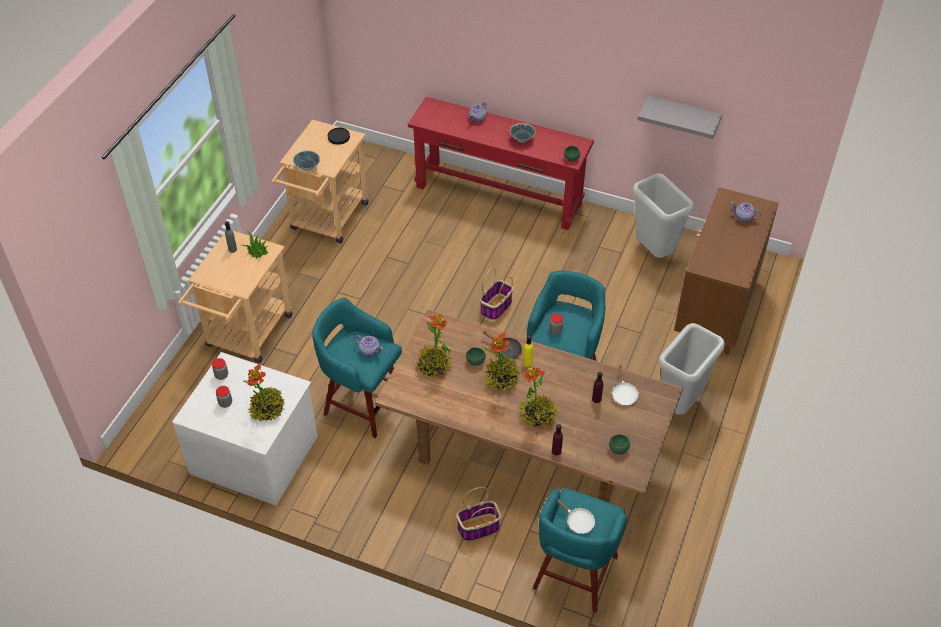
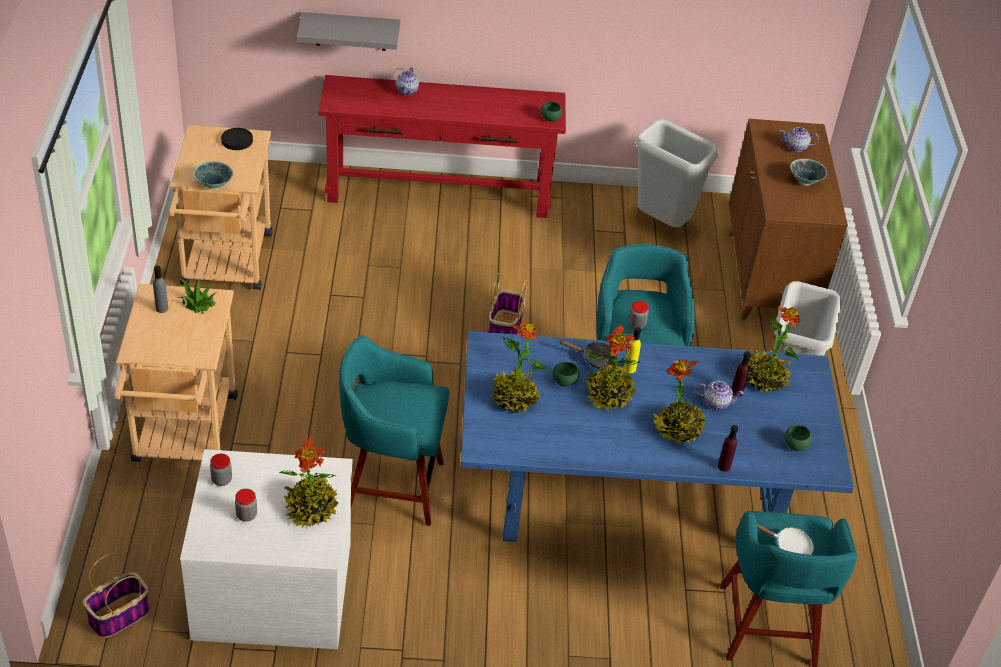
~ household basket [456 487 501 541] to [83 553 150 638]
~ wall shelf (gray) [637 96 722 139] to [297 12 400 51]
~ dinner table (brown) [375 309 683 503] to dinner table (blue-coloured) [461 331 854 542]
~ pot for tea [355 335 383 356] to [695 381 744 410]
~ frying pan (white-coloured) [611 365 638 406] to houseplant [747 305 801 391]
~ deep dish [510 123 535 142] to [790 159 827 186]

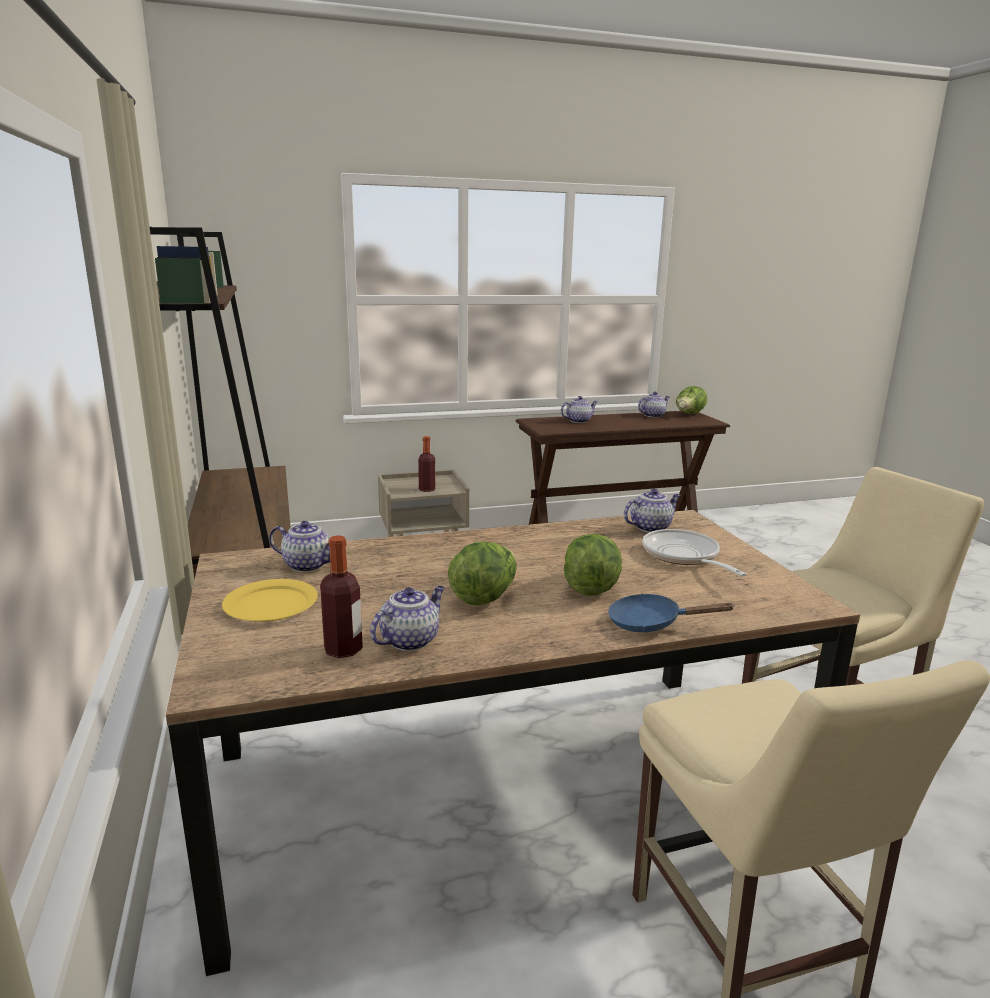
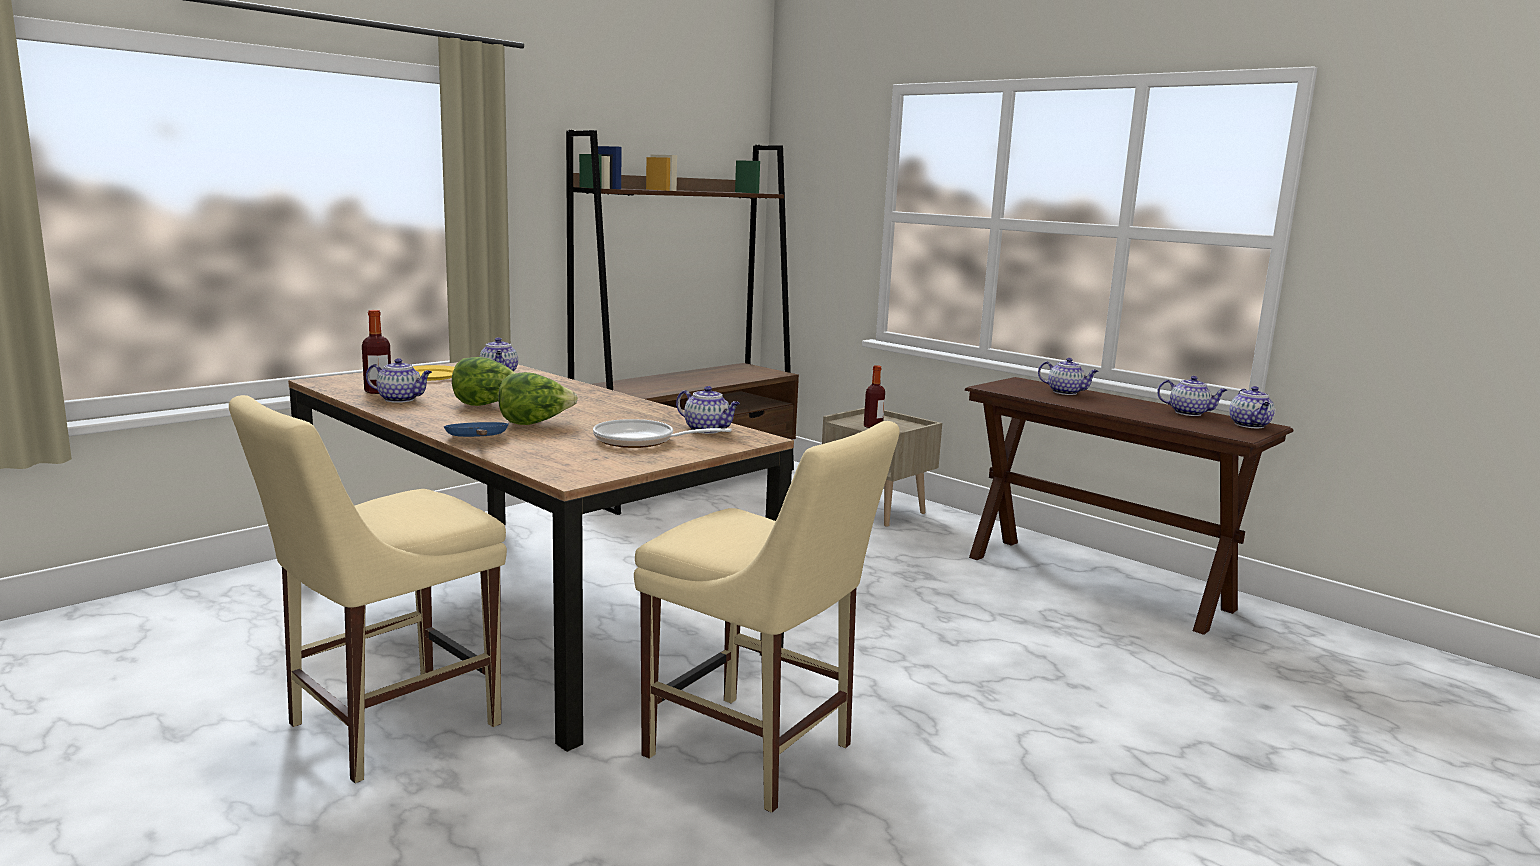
~ frying pan [642 529 747 577] = [593 419 732 448] 120 degrees counterclockwise
~ head of lettuce [676 386 707 414] to pot for tea [1229 386 1275 428]

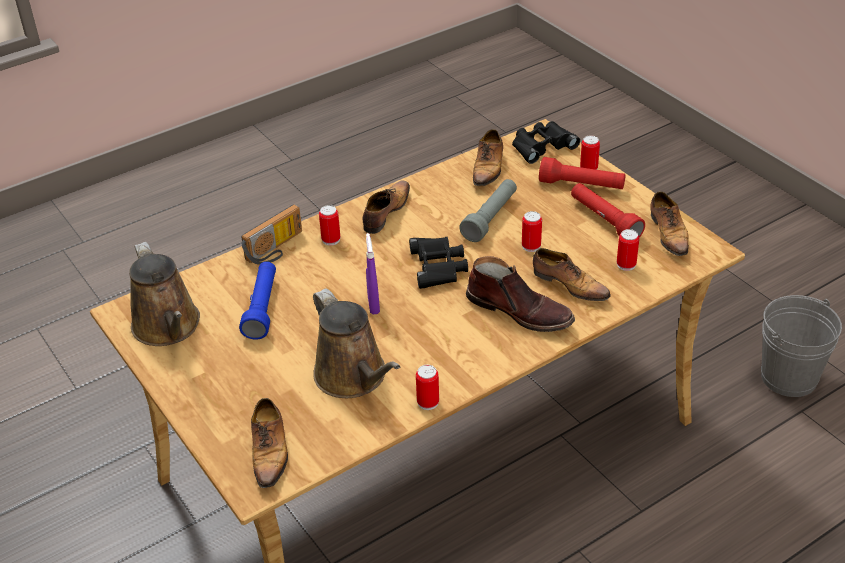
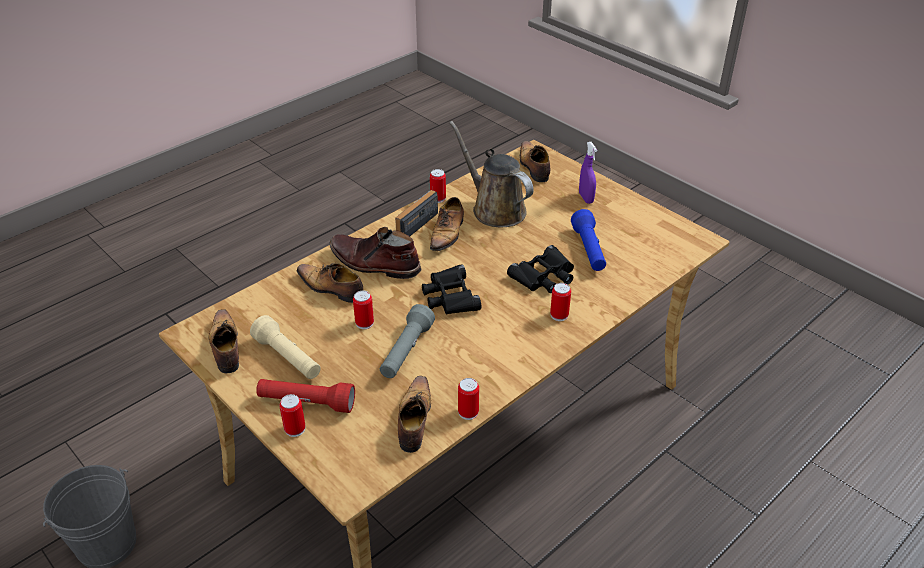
~ hand torch (reddish) [571 183 645 237] to hand torch (sand-coloured) [250 315 321 379]
~ radio receiver [241 204 302 265] to [395 190 438 236]
~ low shoe [363 181 410 234] to [430 197 464 251]
~ can [617 229 639 271] to [458 378 479 420]
~ binoculars (blackish) [512 121 580 164] to [507 245 574 293]
~ hand sprayer (purple) [366 233 380 314] to [579 142 597 204]
- watering can (brown) [129 242 200 346]

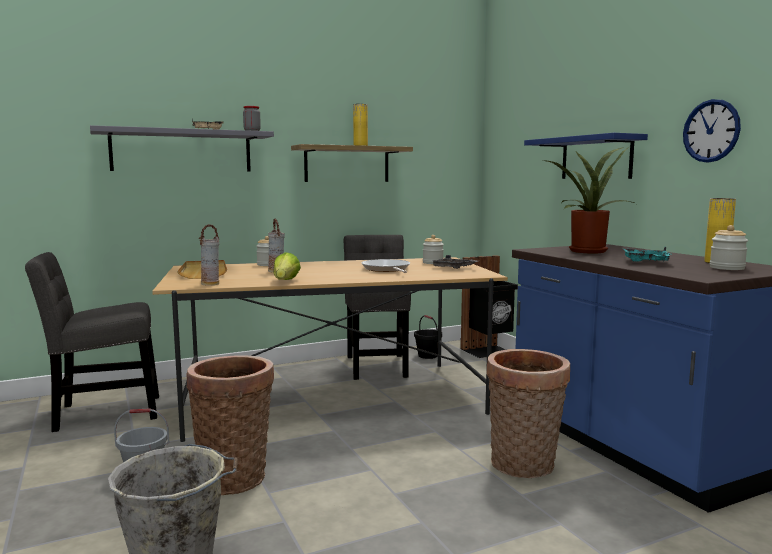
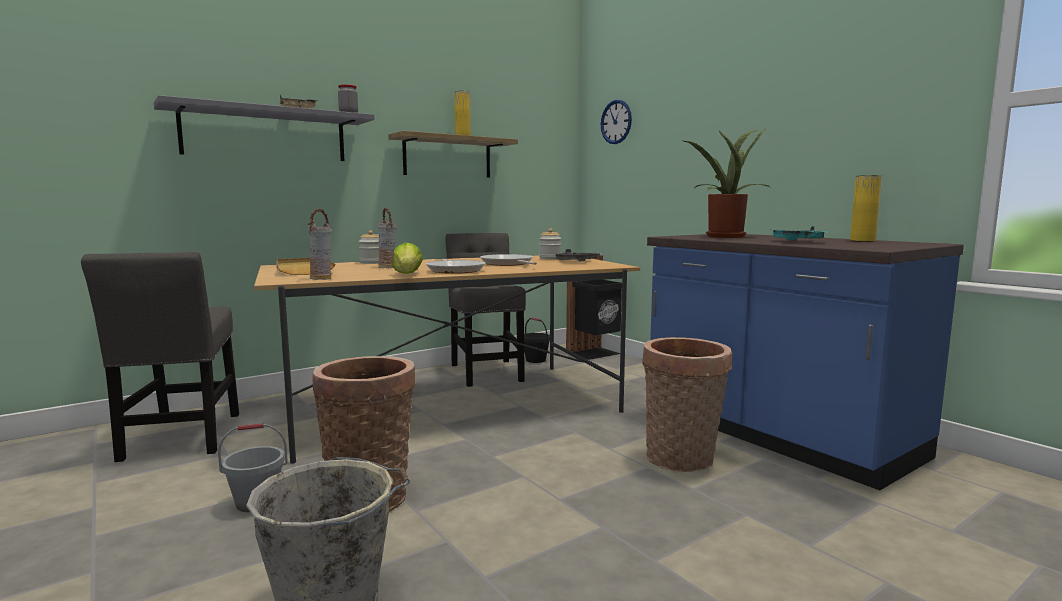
~ plain chair (gray) [25 252 159 432] = [81 252 239 462] 75 degrees counterclockwise
+ frying pan [426 259 485 274]
~ wall clock [683 99 741 163] to [601 100 632 144]
- wall shelf (blue-coloured) [524 133 648 179]
- jar [710 225 748 270]

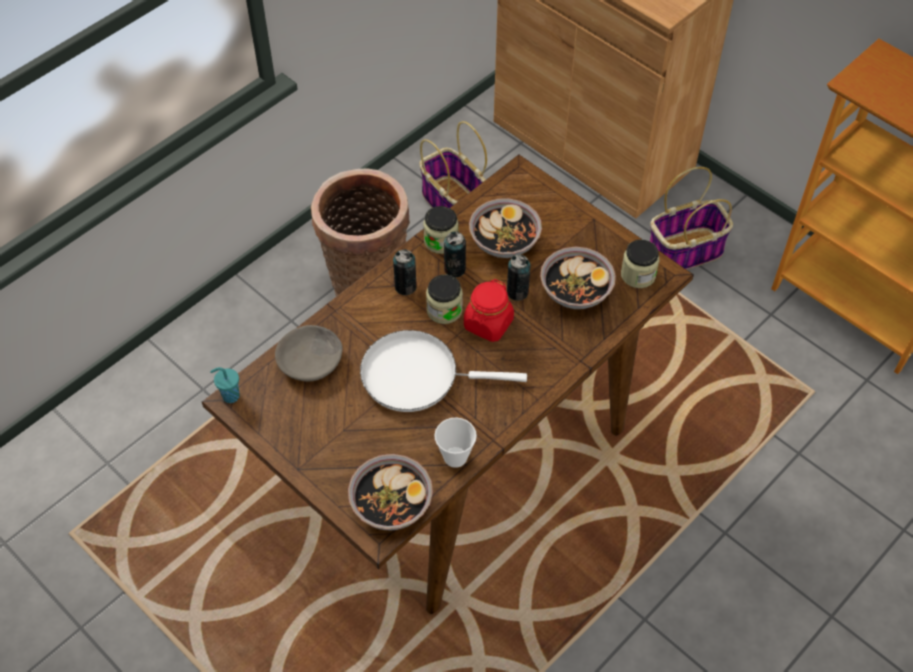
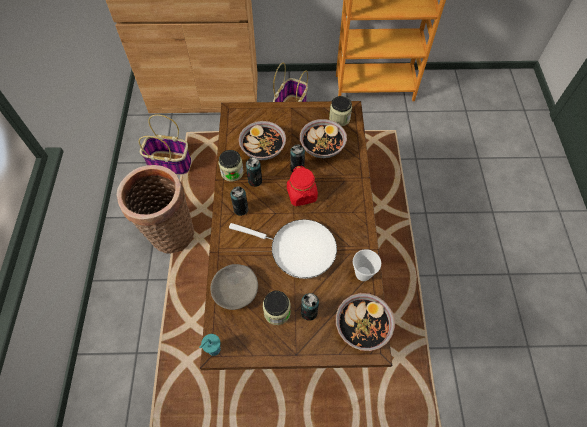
~ frying pan (white-coloured) [360 330 527 412] = [229 219 337 279] 120 degrees counterclockwise
~ jar [426 275 463 324] to [263 291 291 325]
+ can [301 293 319 321]

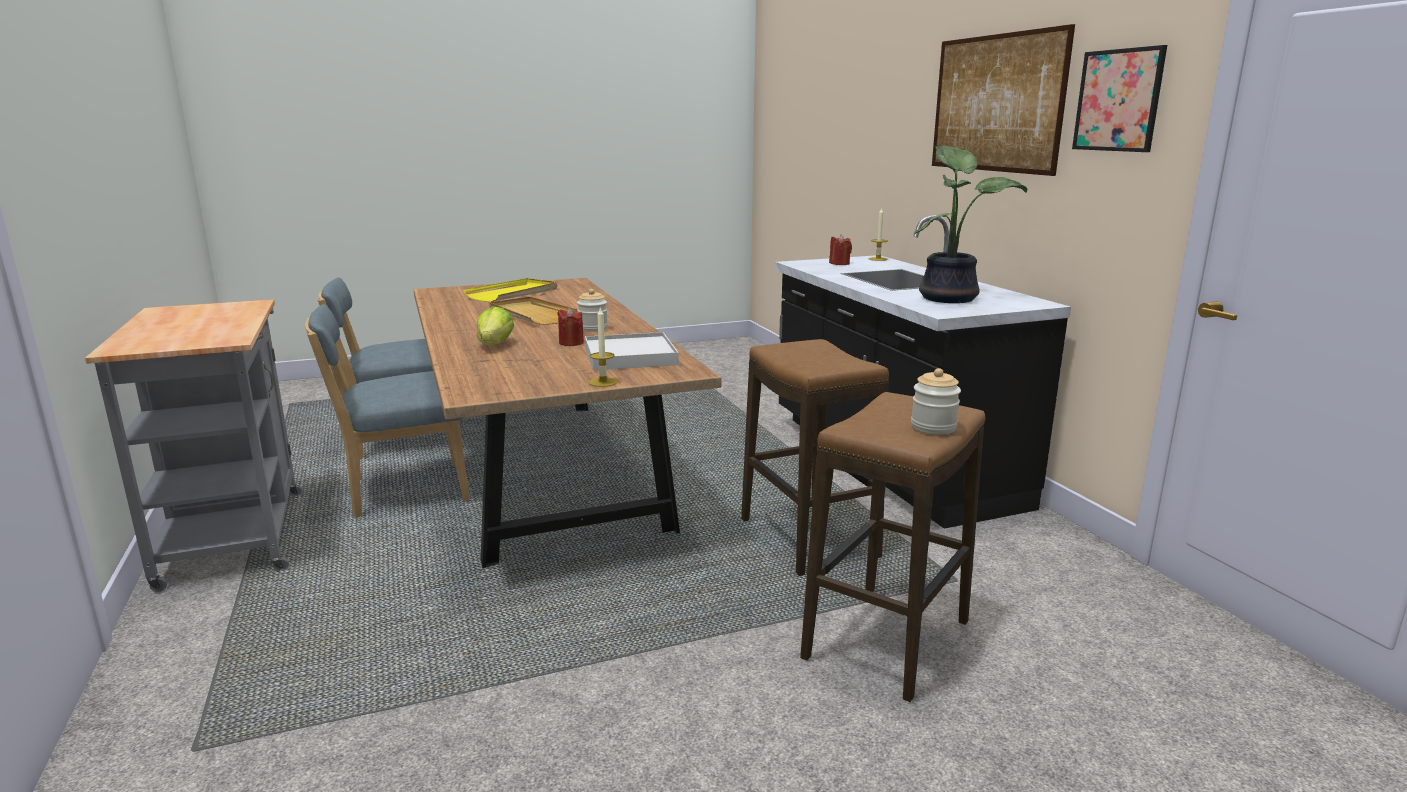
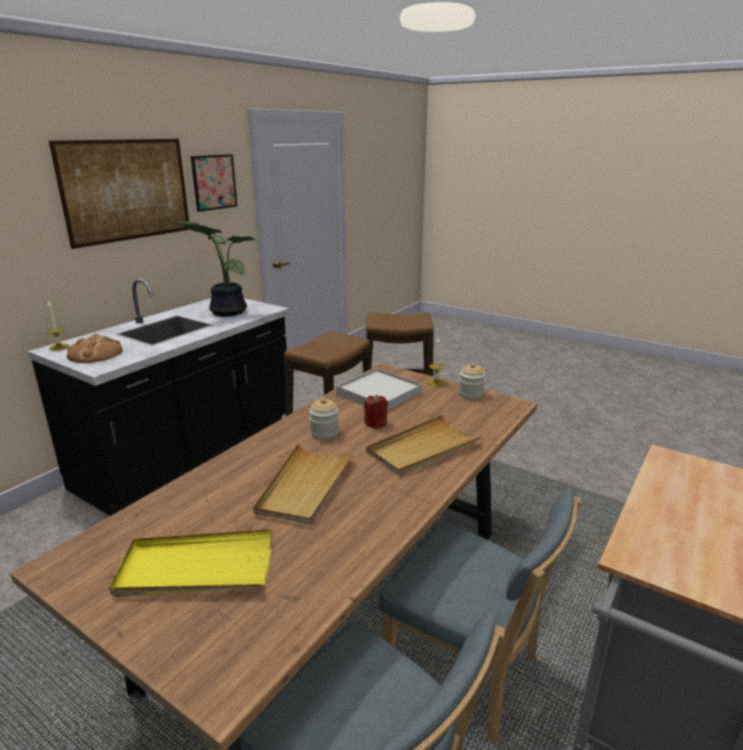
~ wax light (reddish) [829 234 852 265] to baked bread [67 334 122 363]
~ head of lettuce [477 306 514 345] to serving tray (sand-coloured) [366 415 482 476]
~ jar [911 368 961 434] to [459 363 485 399]

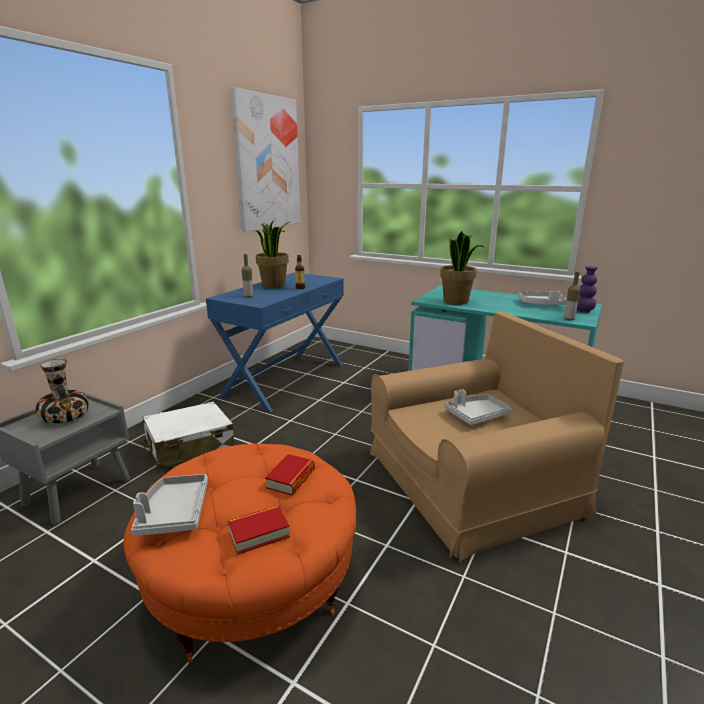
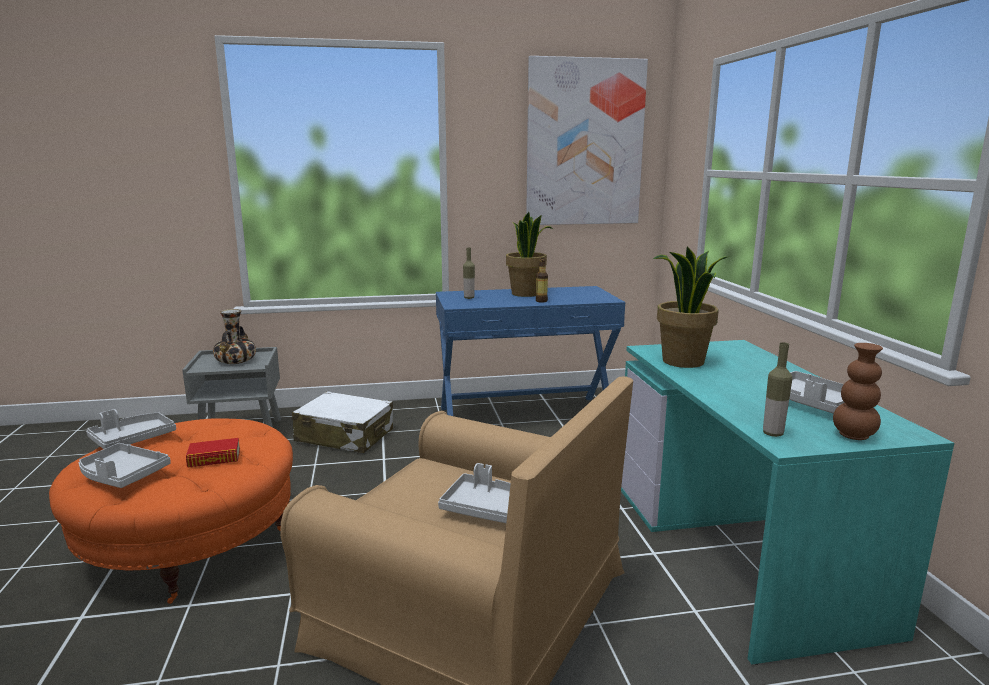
~ volume [228 505 290 555] to serving tray (gray) [79 443 171 488]
~ vase (purple) [577 266 598 313] to vase (brown) [833 343 883 440]

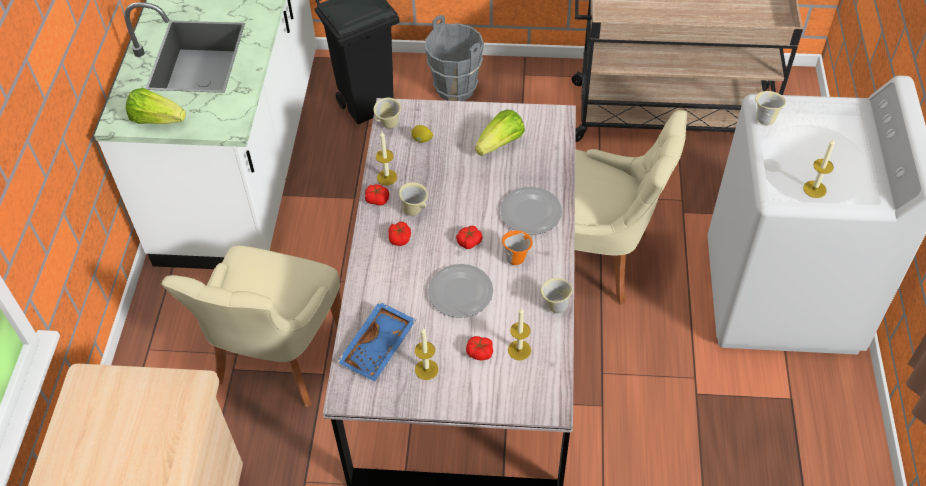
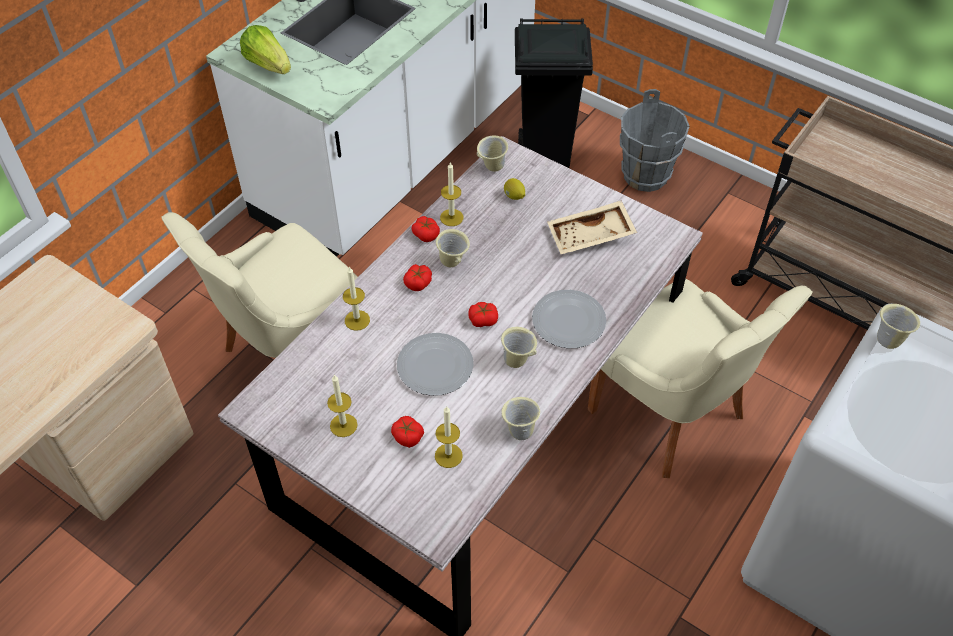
~ wax light [803 139 835 198] to [343 266 370 331]
~ tea mug (orange) [502 230 533 265] to tea mug (sand-coloured) [501 327 537 368]
~ head of lettuce [475 110 525 156] to serving tray (sand-coloured) [547 200 637 254]
- serving tray (blue-coloured) [338 302 416 381]

